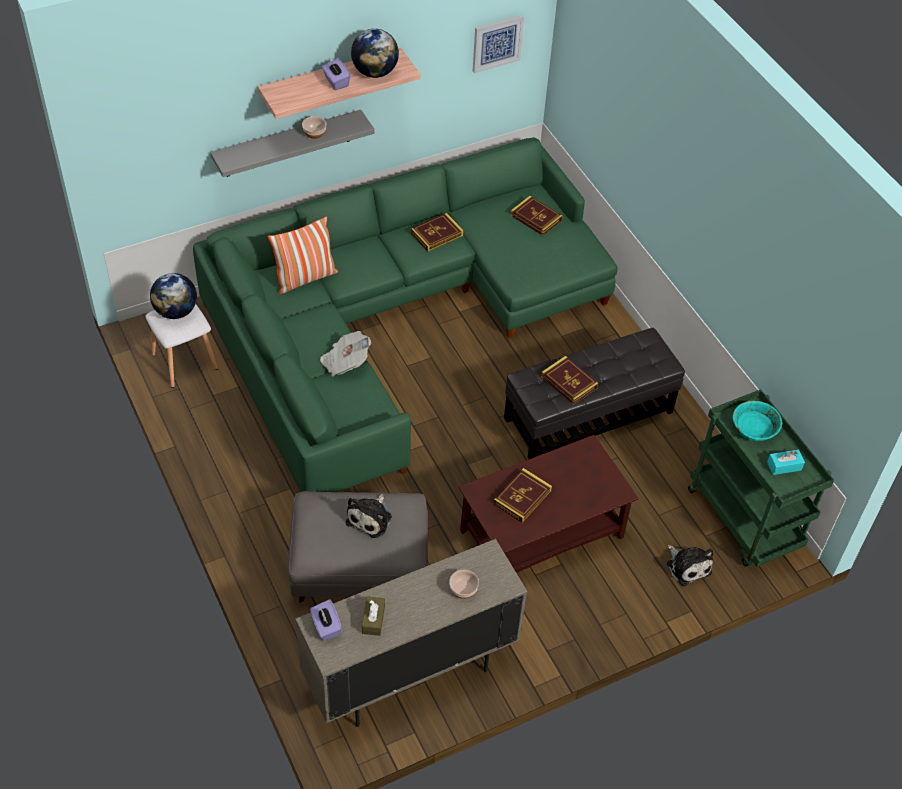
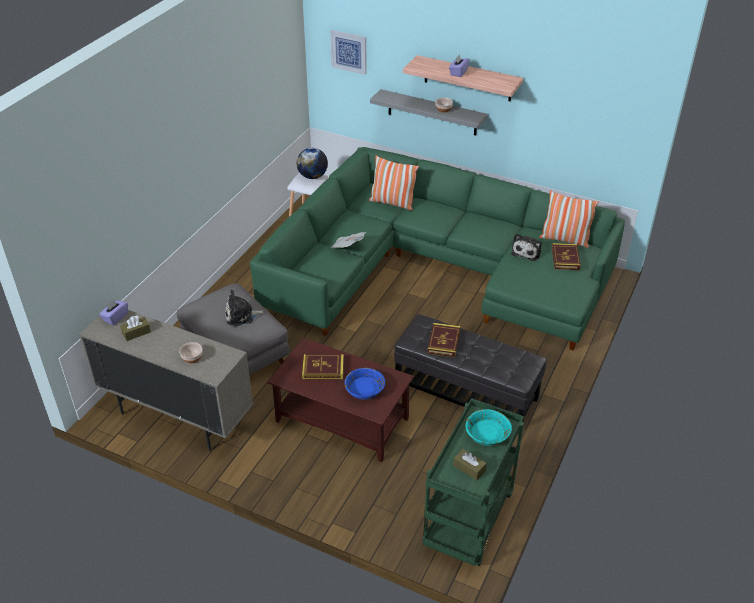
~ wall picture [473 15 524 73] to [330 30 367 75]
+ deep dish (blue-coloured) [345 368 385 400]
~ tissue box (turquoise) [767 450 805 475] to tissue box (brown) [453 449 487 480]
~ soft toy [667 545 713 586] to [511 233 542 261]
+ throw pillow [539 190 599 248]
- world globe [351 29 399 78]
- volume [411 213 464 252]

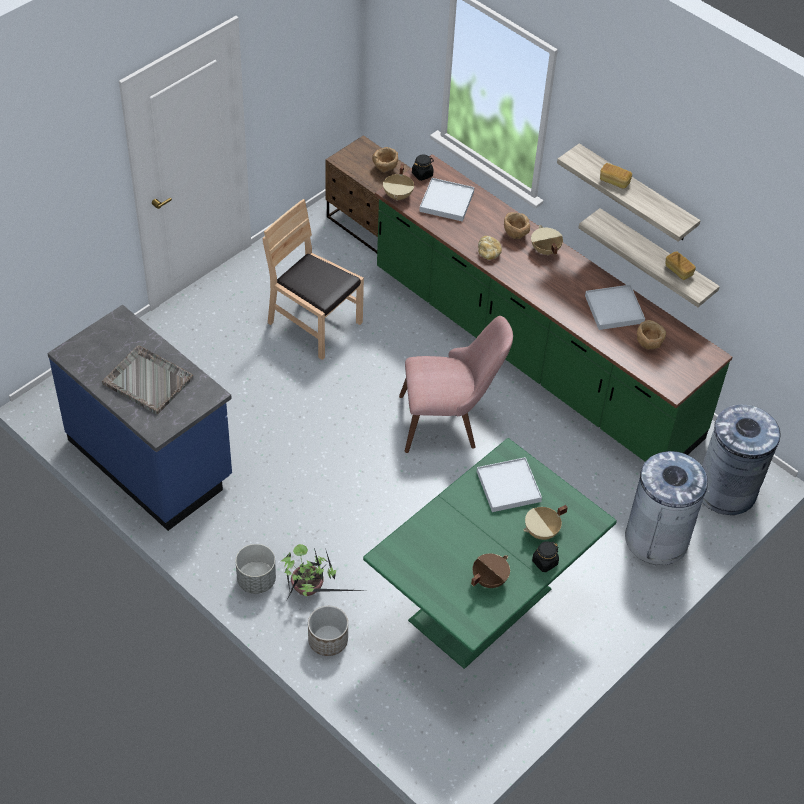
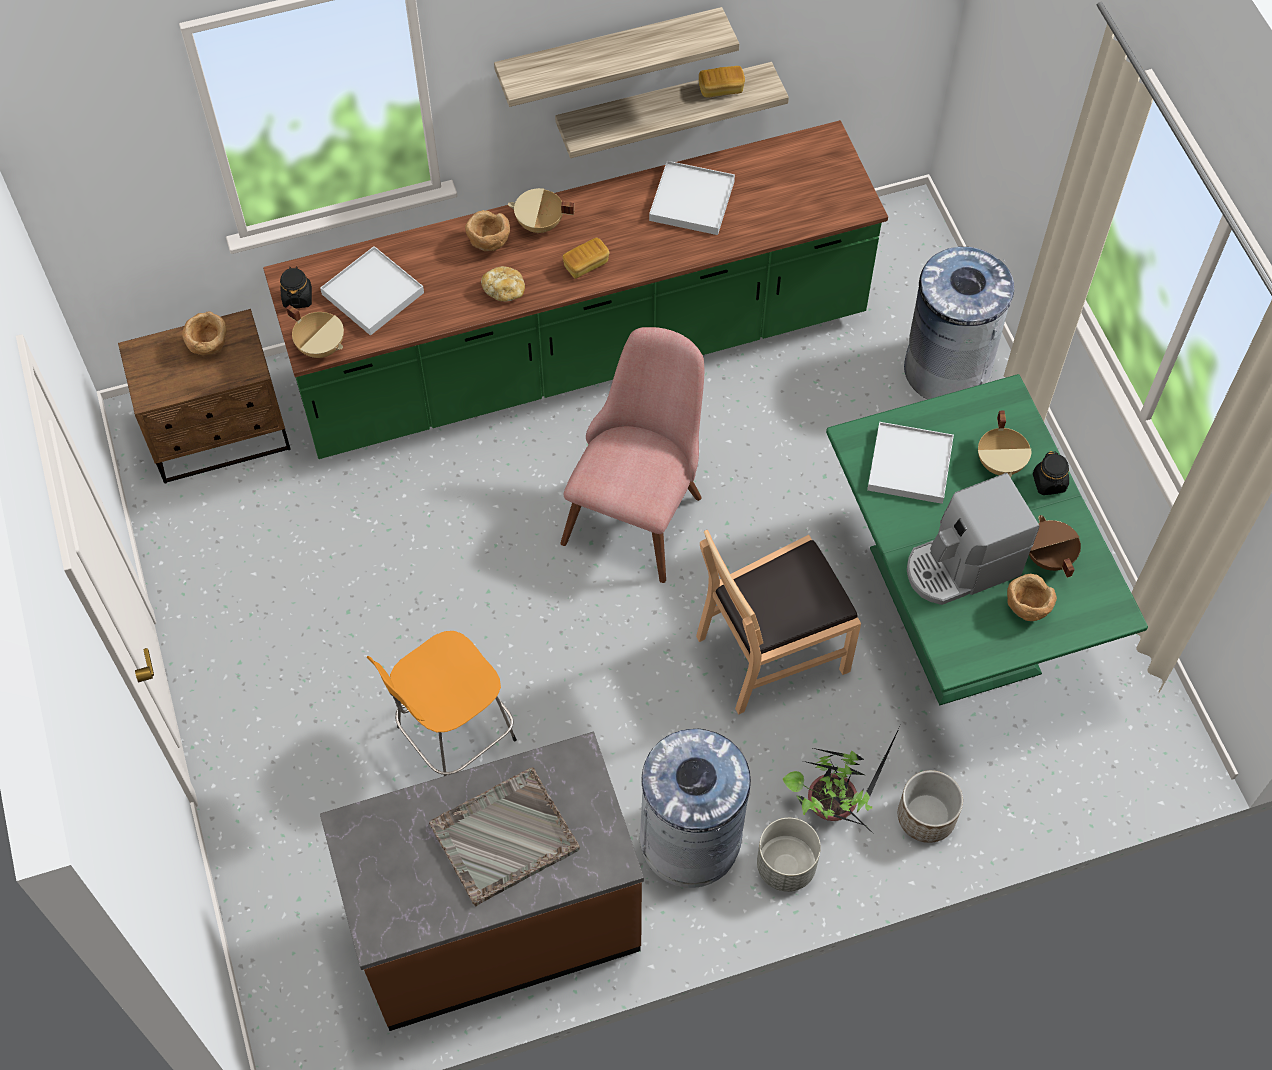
~ counter (blue-coloured) [47 305 232 531] to counter (brown) [320 732 644 1031]
+ sitting stool (orange) [367 631 517 776]
~ baked bread [600 163 632 189] to [563 238 609 279]
~ waste bin (gray) [702 404 781 515] to [639 729 751 888]
~ plain chair (brown) [263 199 364 360] to [696 530 861 715]
+ coffee machine [907 473 1039 605]
~ deep dish (brown) [637 320 666 349] to [1007 574 1057 621]

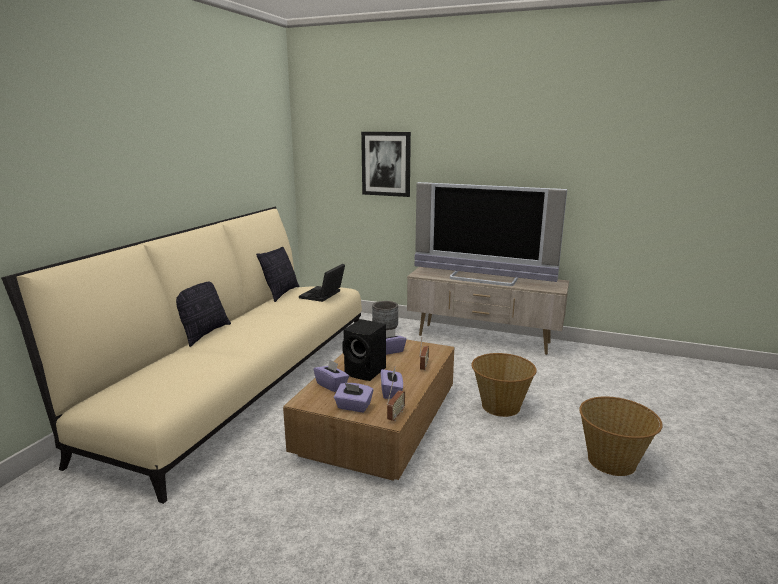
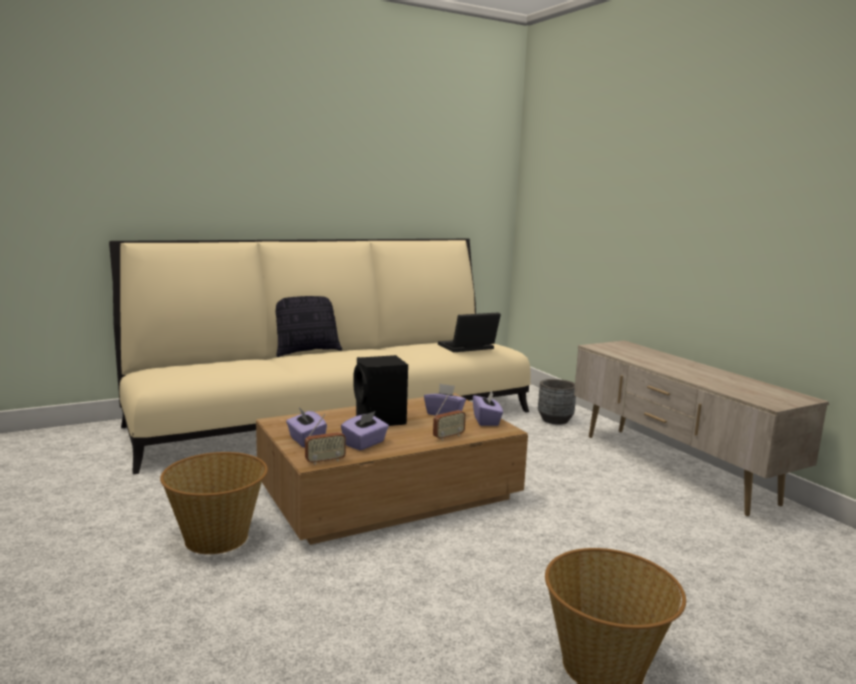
~ household basket [471 353 537 417] to [160 452 268 554]
~ tissue box (purple) [314 360 349 392] to [473 390 503 426]
- throw pillow [256 247 300 302]
- wall picture [361 132 411 197]
- TV set [414 182 567 286]

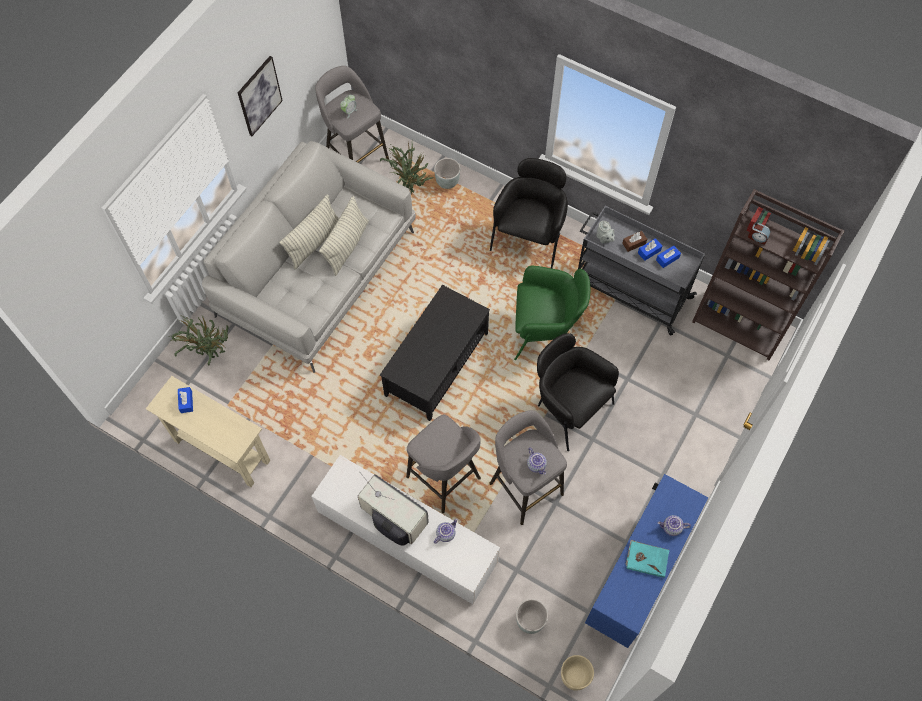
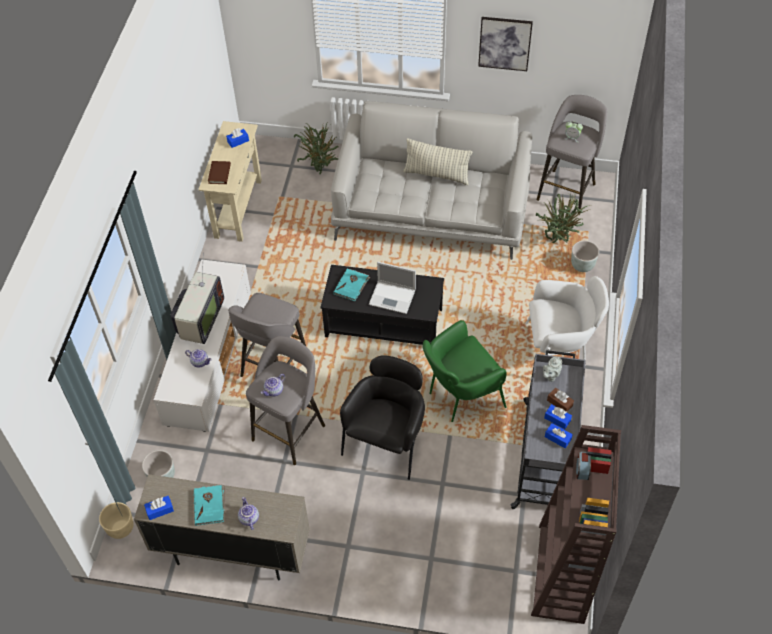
~ storage cabinet (blue-coloured) [585 474 708 648] to storage cabinet (sand-coloured) [134 474 310 580]
+ tissue box (blue-coloured) [144 496 174 520]
+ volume (brown) [208 161 231 184]
+ volume (turquoise) [333 269 370 301]
+ laptop [369 262 416 314]
~ lounge chair (green-coloured) [514 266 590 360] = [423 320 507 422] 75 degrees clockwise
~ lounge chair (blackish) [490 158 568 269] to lounge chair (white-coloured) [525 276 609 360]
- throw pillow [319 196 369 276]

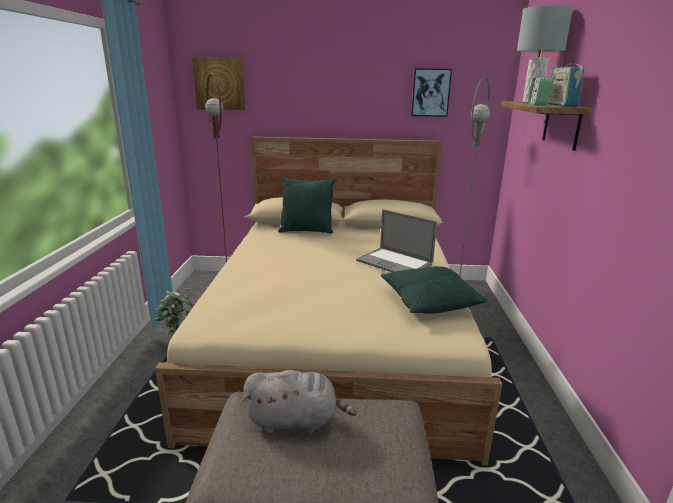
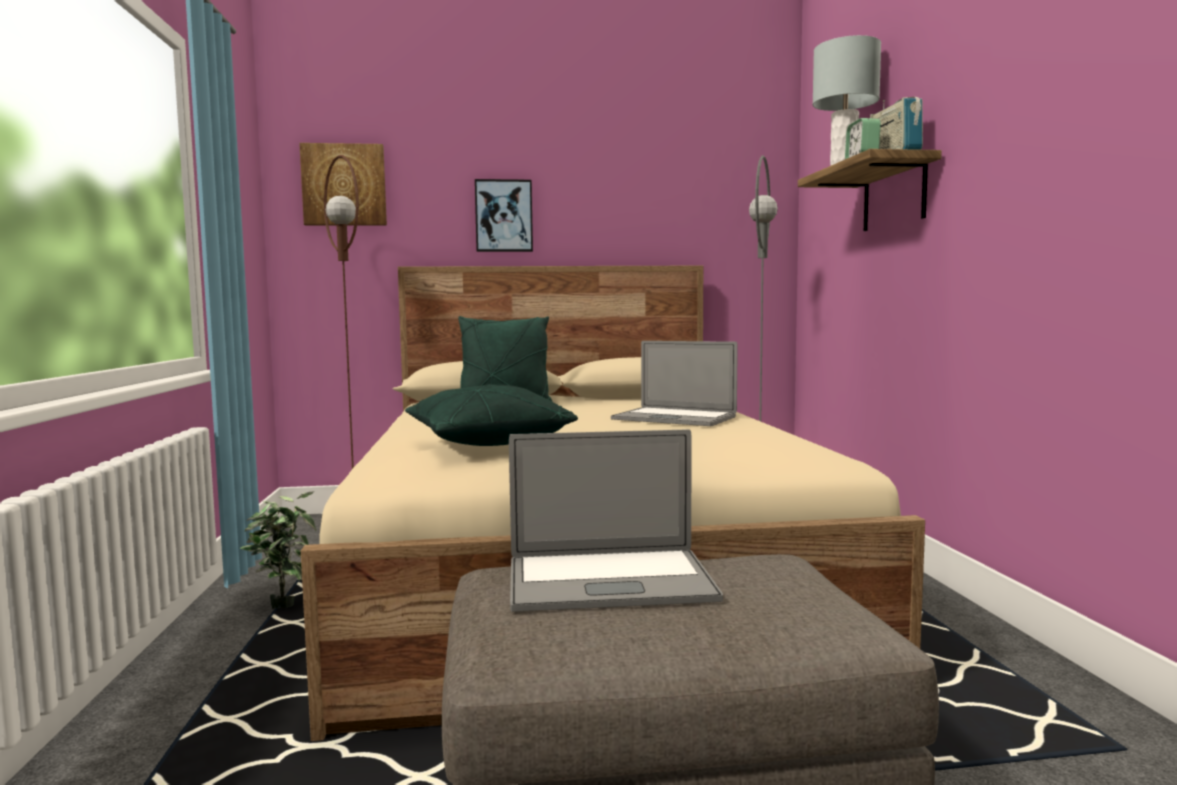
~ throw pillow (green-coloured) [381 266 487 314] to [405 384 578 446]
~ wall picture [411 68 452 117] to [475 179 533 252]
~ soft toy (gray) [243 370 356 433] to laptop [509 429 723 612]

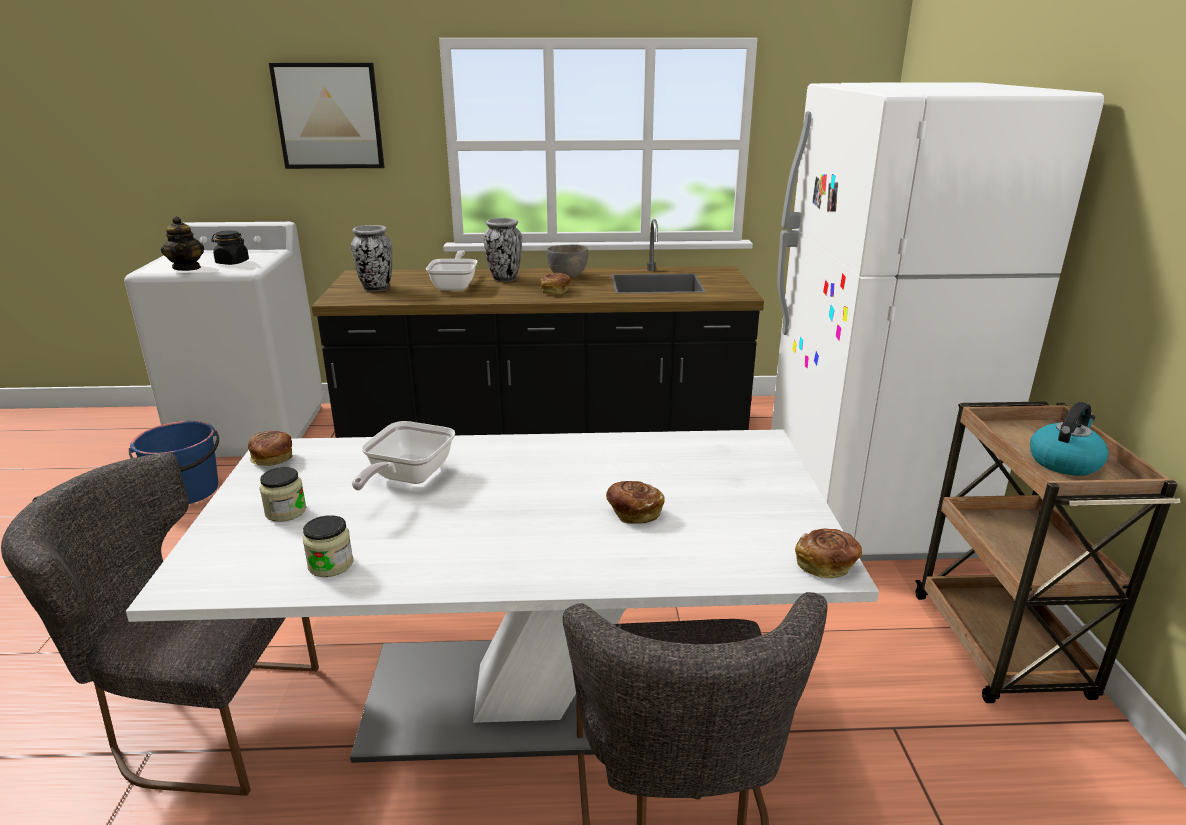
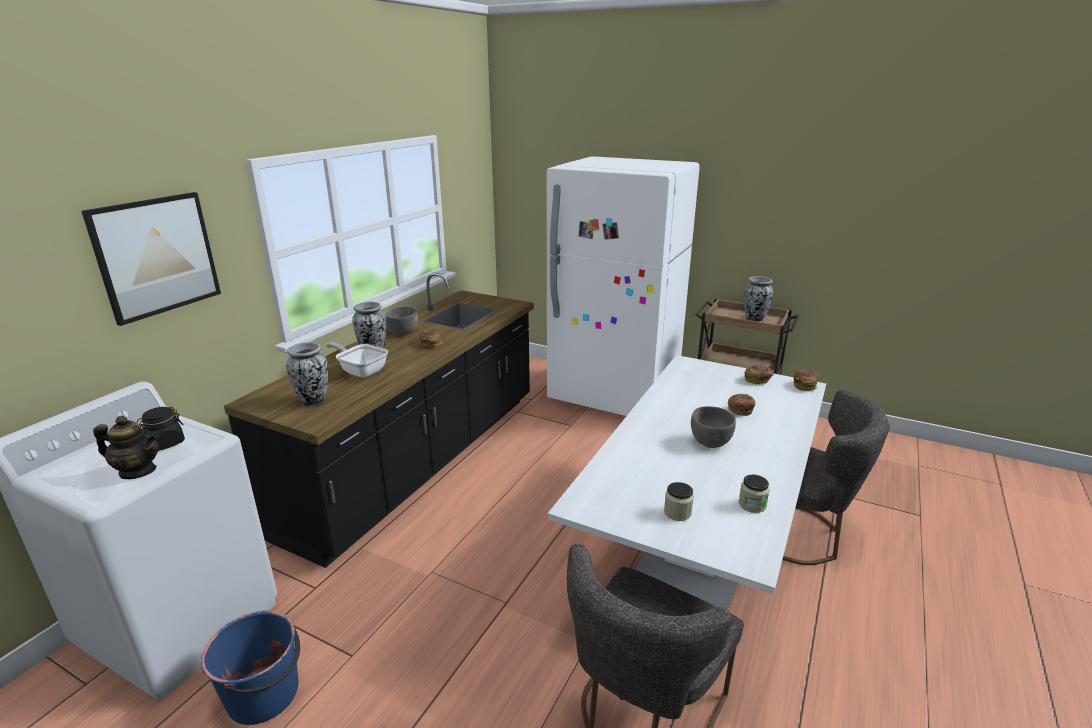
+ deep dish (gray) [691 406 736 448]
~ water kettle [1030 402 1109 476] to vase [744 276 773 322]
~ baked bread [248 431 292 466] to [744 365 773 385]
- frying pan [352 421 455 490]

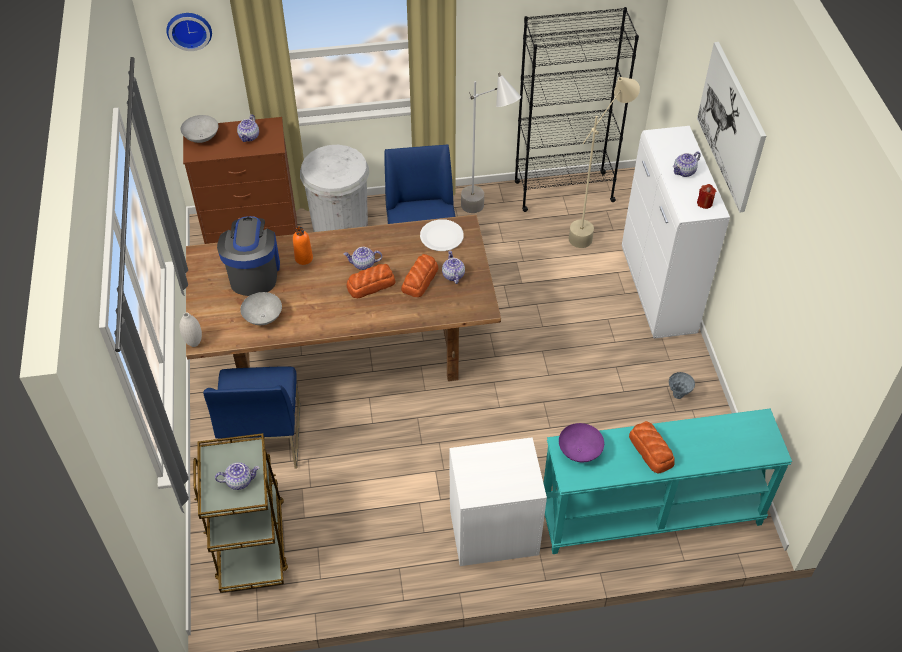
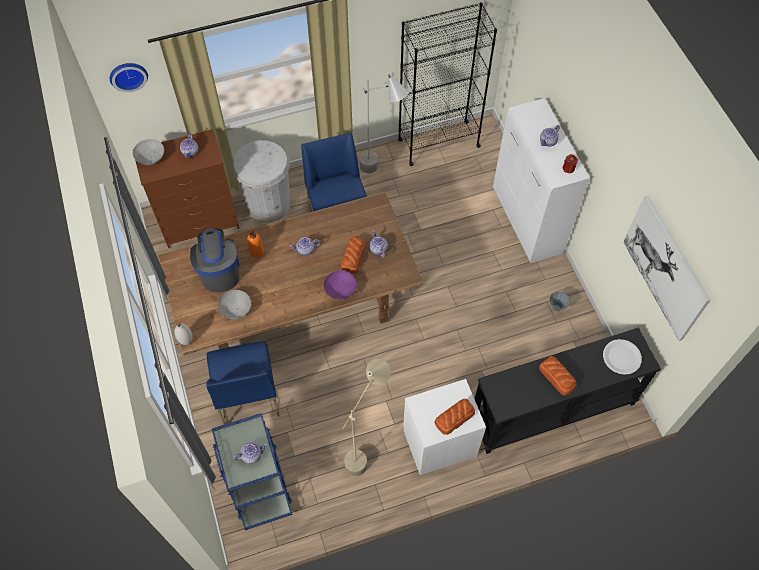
~ trolley (brown) [193 433 288 593] to trolley (blue-coloured) [212 413 292 530]
~ deep dish (purple) [559 423 604 462] to [324 270 357 299]
~ floor lamp (sand-coloured) [569 77 640 248] to [342 359 391 476]
~ baked bread [347 264 395 298] to [435 398 475 435]
~ console table (turquoise) [543 409 792 554] to console table (blackish) [475 328 661 454]
~ plate (white-coloured) [420 219 464 251] to [603 339 642 375]
~ wall picture [697 42 766 213] to [623 196 711 341]

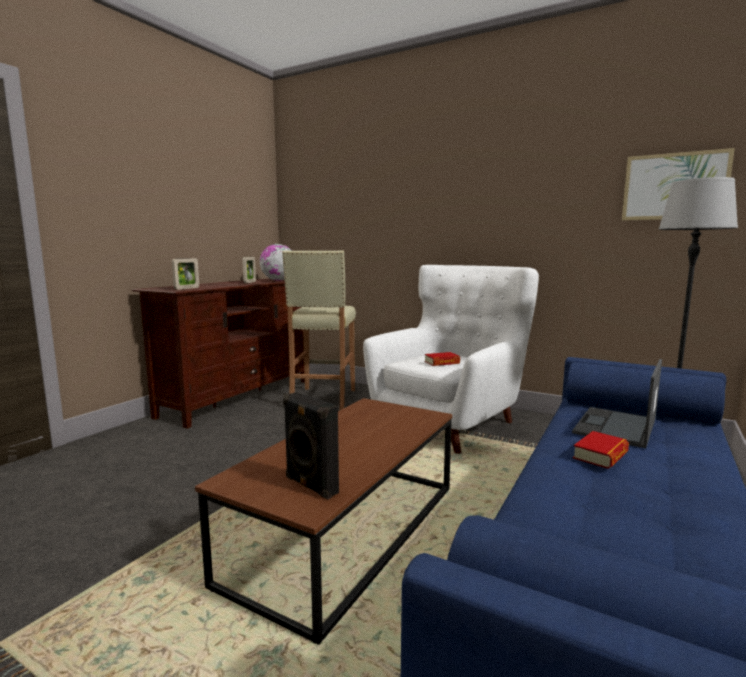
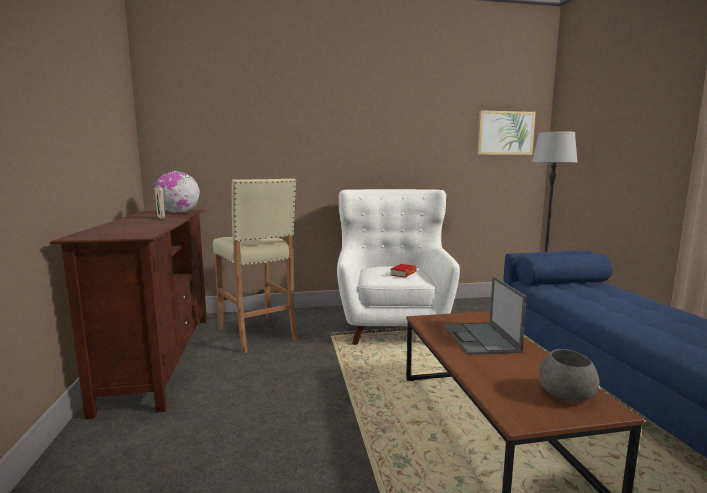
~ laptop [572 359 662 448] to [444 276 527 355]
~ loudspeaker (blackish) [283 392 339 500] to deep dish (gray) [539 349 600 402]
- photo frame [172 258 199 290]
- volume [573 431 629 469]

